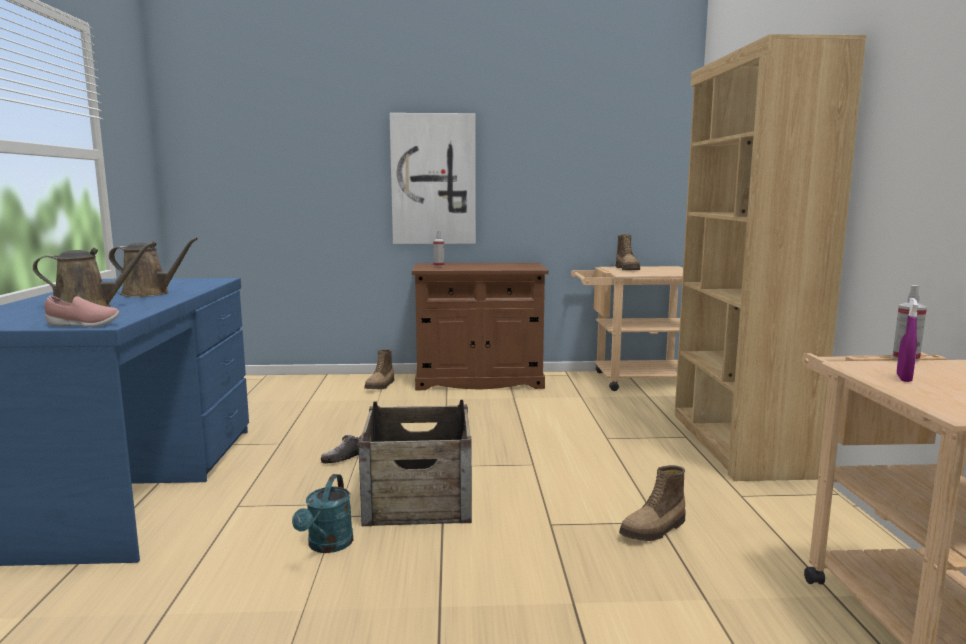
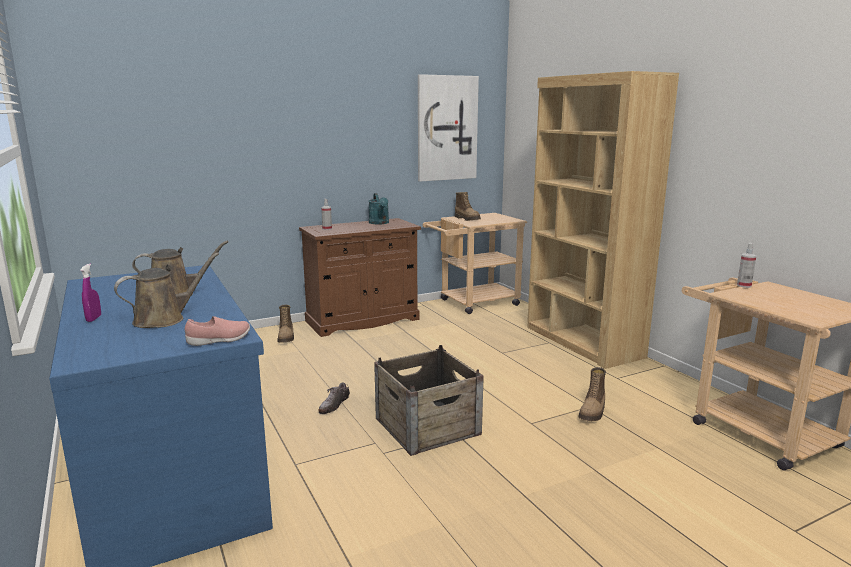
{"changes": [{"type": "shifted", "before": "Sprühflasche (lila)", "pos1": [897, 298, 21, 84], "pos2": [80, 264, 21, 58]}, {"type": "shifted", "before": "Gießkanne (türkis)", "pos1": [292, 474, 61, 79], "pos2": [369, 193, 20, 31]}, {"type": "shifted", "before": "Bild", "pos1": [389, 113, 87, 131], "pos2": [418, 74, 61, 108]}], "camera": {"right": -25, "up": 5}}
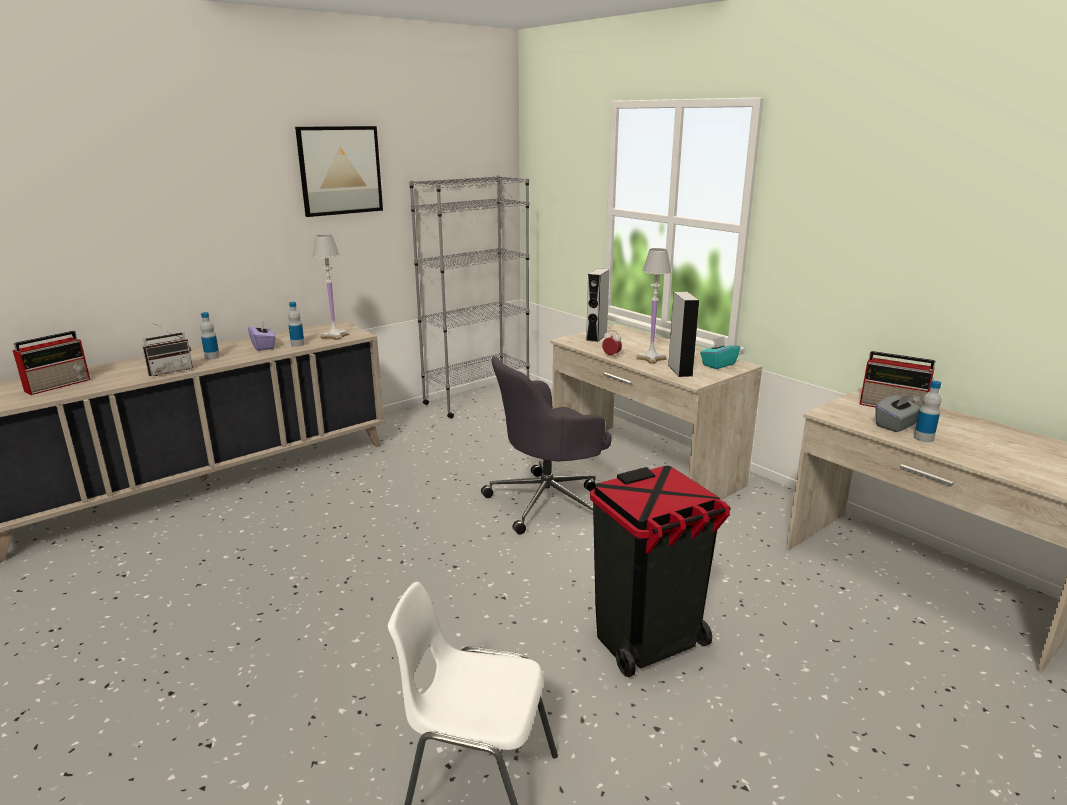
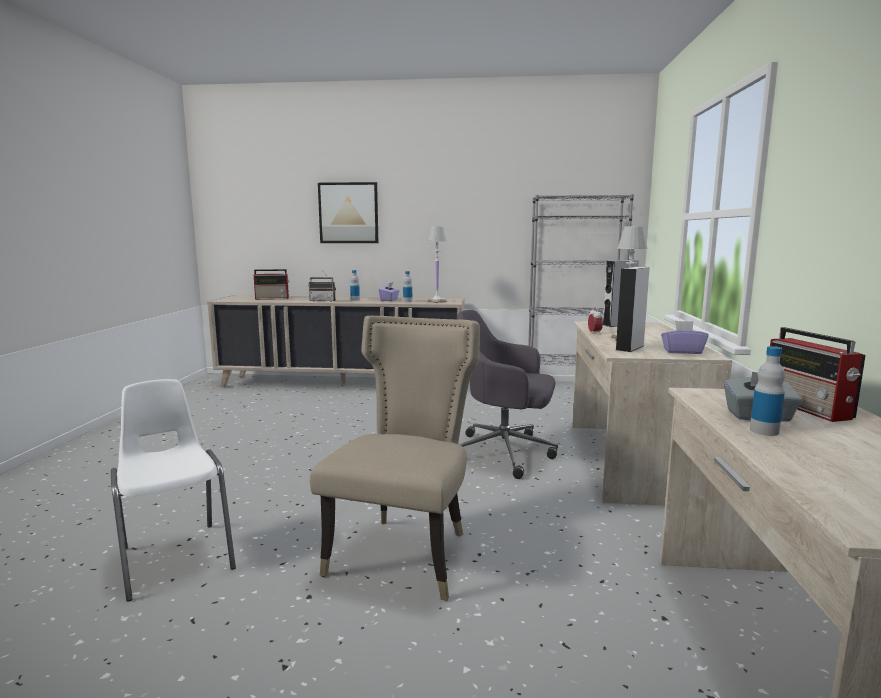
{"changes": [{"type": "swapped", "before": "Mülleimer (schwarz)", "after": "Stuhl (beige)", "pos1": [590, 466, 141, 211], "pos2": [310, 316, 170, 285]}, {"type": "shifted", "before": "Bild", "pos1": [295, 126, 88, 91], "pos2": [318, 182, 60, 61]}, {"type": "repainted", "before": "Taschentuchbox (türkis)", "after": "Taschentuchbox (lila)", "pos1": [700, 336, 40, 33], "pos2": [661, 321, 48, 33]}], "camera": {"right": 45, "up": -10}}
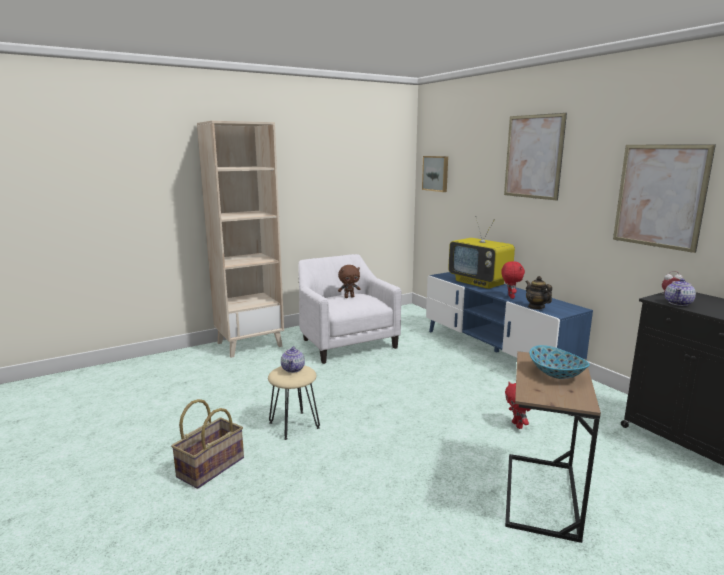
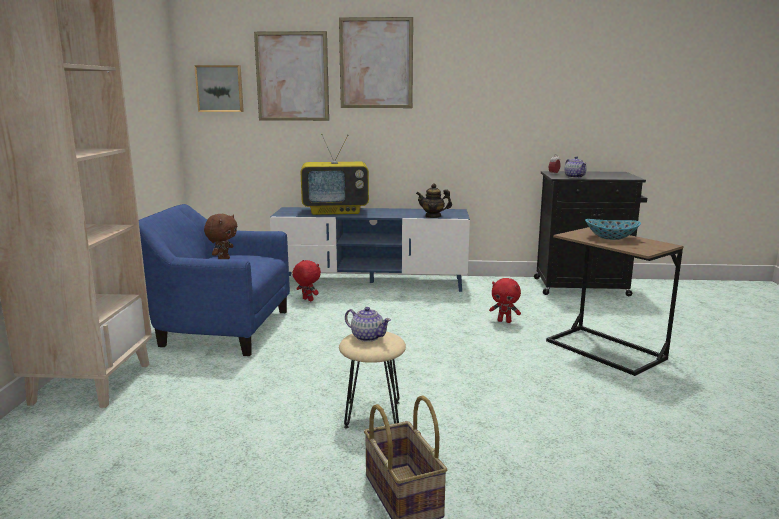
{"changes": [{"type": "repainted", "before": "Sessel (weiß)", "after": "Sessel (blau)", "pos1": [298, 254, 104, 110], "pos2": [139, 204, 151, 152]}, {"type": "shifted", "before": "Bild", "pos1": [613, 144, 103, 109], "pos2": [254, 31, 75, 90]}, {"type": "shifted", "before": "Plüschtier (rot)", "pos1": [501, 261, 24, 38], "pos2": [292, 260, 29, 41]}], "camera": {"right": -55, "up": 0}}
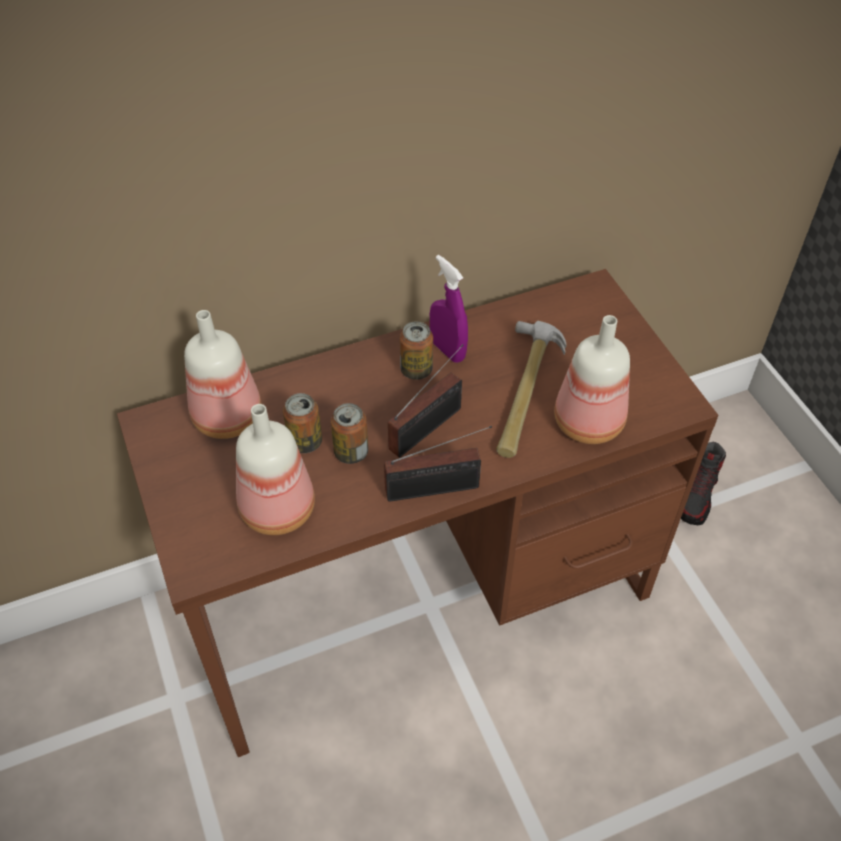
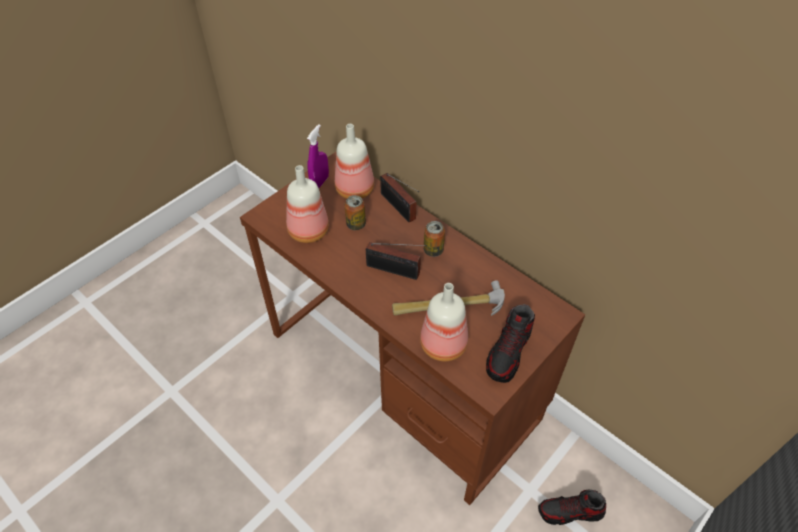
{"changes": [{"type": "shifted", "before": "Sprühflasche (lila)", "pos1": [430, 255, 38, 108], "pos2": [307, 124, 22, 64]}, {"type": "shifted", "before": "Radio", "pos1": [384, 426, 108, 76], "pos2": [380, 173, 39, 50]}, {"type": "new", "after": "Schuh", "pos2": [486, 304, 49, 79]}, {"type": "gone", "before": "Dose", "pos1": [331, 403, 37, 61]}], "camera": {"right": 65, "up": 0}}
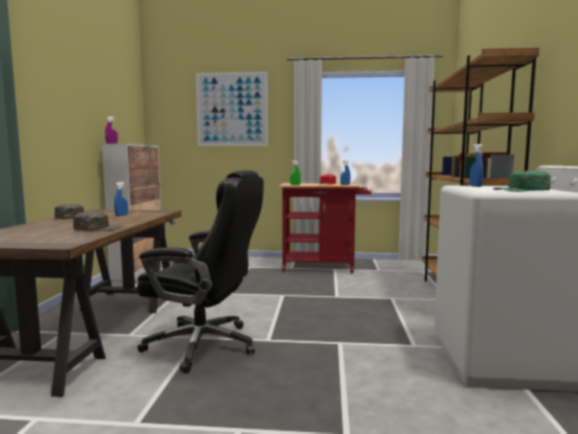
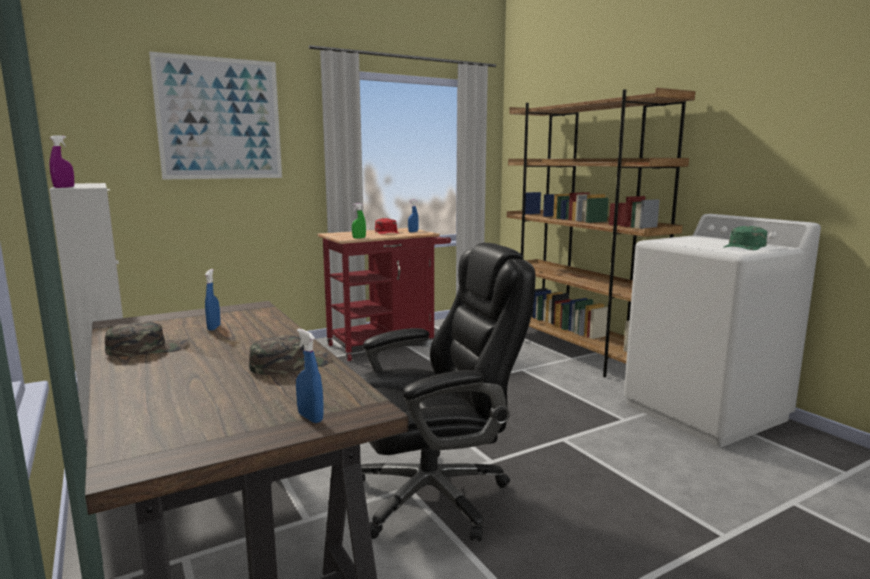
{"changes": [{"type": "shifted", "before": "Sprühflasche (blau)", "pos1": [469, 144, 14, 43], "pos2": [296, 329, 28, 94]}], "camera": {"right": -35, "up": 5}}
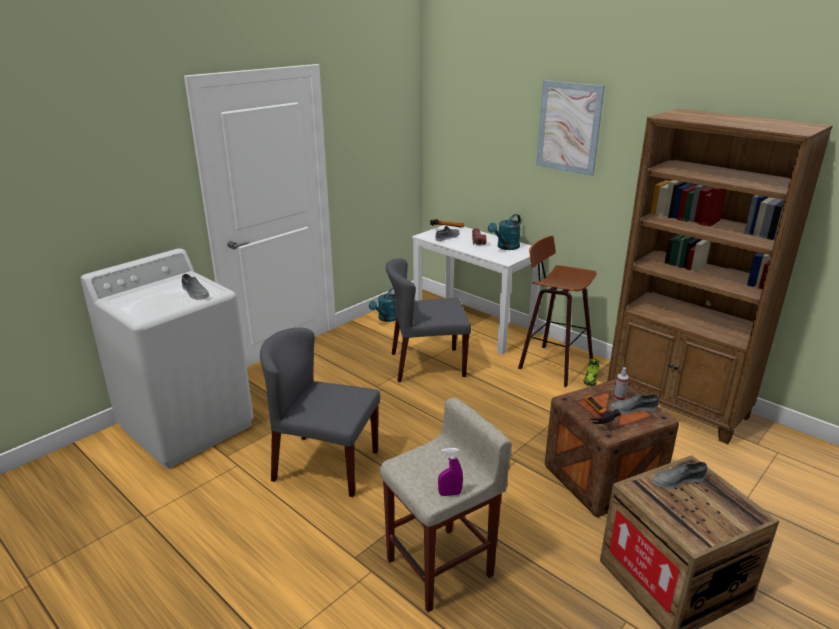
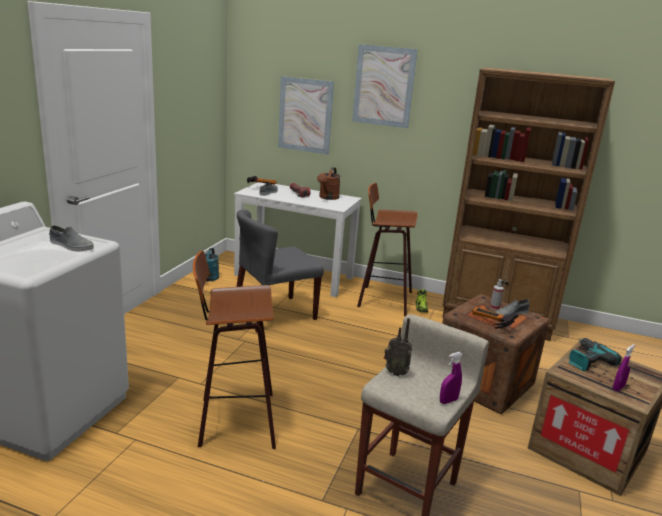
{"changes": [{"type": "swapped", "before": "Stuhl (grau)", "after": "Hocker", "pos1": [260, 328, 120, 169], "pos2": [193, 251, 83, 198]}, {"type": "new", "after": "Bild", "pos2": [278, 76, 56, 78]}, {"type": "repainted", "before": "Gießkanne (türkis)", "after": "Gießkanne (braun)", "pos1": [488, 214, 33, 36], "pos2": [317, 167, 24, 33]}, {"type": "new", "after": "Radio", "pos2": [384, 318, 28, 58]}, {"type": "swapped", "before": "Schuh (grau)", "after": "Bohrmaschine", "pos1": [653, 462, 54, 27], "pos2": [569, 338, 52, 33]}, {"type": "new", "after": "Sprühflasche (lila)", "pos2": [613, 344, 22, 47]}], "camera": {"right": -25, "up": -5}}
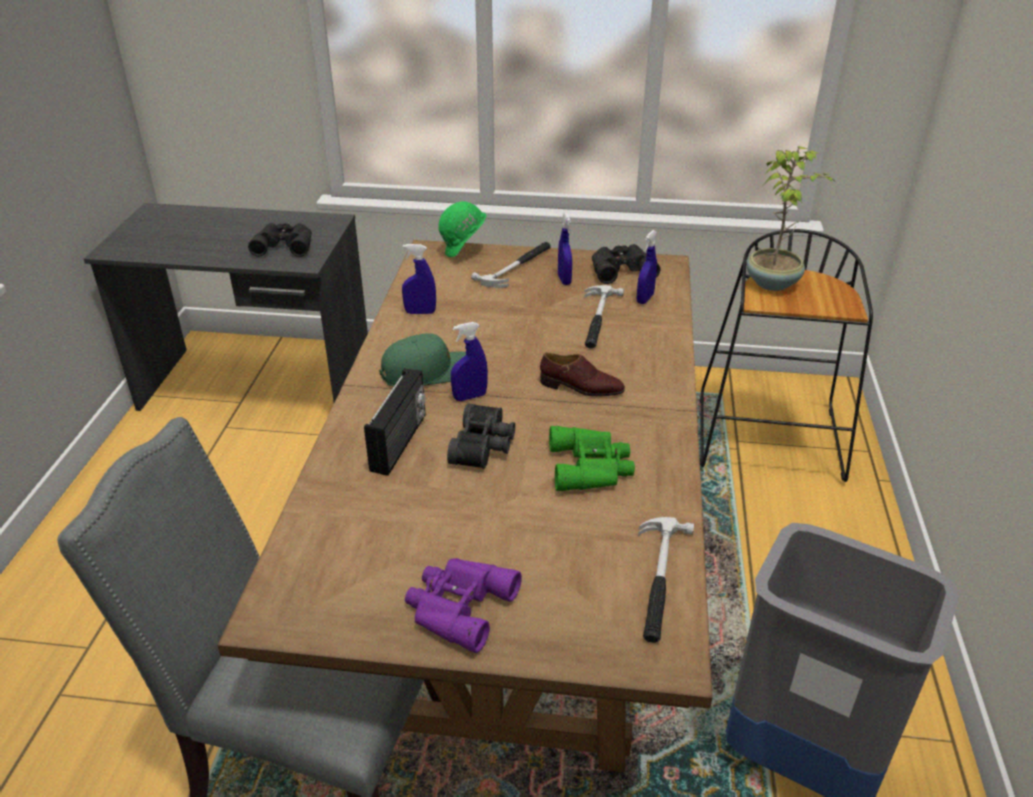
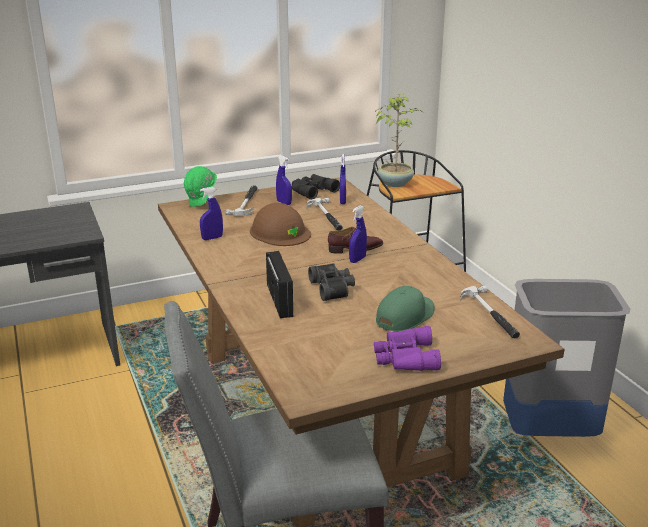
{"changes": [{"type": "new", "after": "Schutzhelm (braun)", "pos2": [250, 203, 61, 43]}, {"type": "shifted", "before": "Sprühflasche (blau)", "pos1": [451, 322, 37, 79], "pos2": [349, 205, 18, 58]}, {"type": "shifted", "before": "Kappe (grün)", "pos1": [379, 333, 87, 54], "pos2": [376, 286, 59, 46]}, {"type": "gone", "before": "Fernglas (schwarz)", "pos1": [248, 223, 64, 34]}, {"type": "gone", "before": "Fernglas (grün)", "pos1": [549, 426, 86, 65]}], "camera": {"right": -30, "up": -10}}
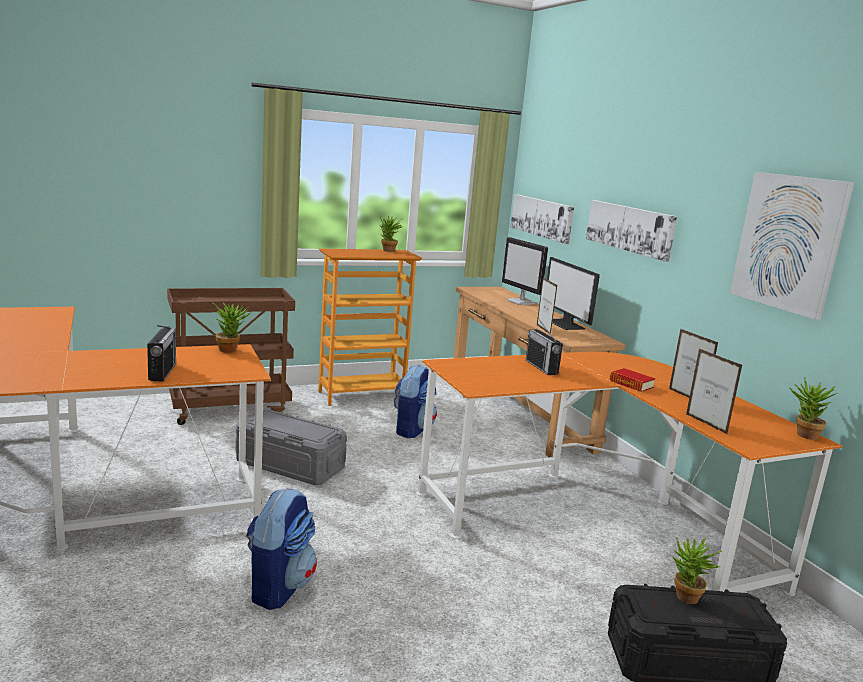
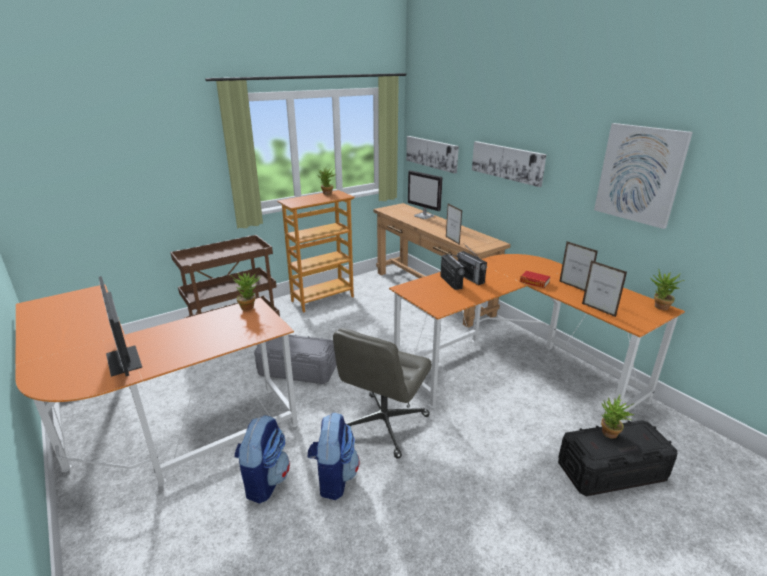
{"changes": [{"type": "shifted", "before": "Monitor", "pos1": [547, 257, 53, 73], "pos2": [99, 276, 43, 101]}, {"type": "shifted", "before": "Rucksack", "pos1": [394, 364, 43, 74], "pos2": [234, 415, 56, 89]}, {"type": "new", "after": "Bürostuhl (grau)", "pos2": [333, 328, 99, 131]}, {"type": "shifted", "before": "Radio", "pos1": [147, 325, 29, 57], "pos2": [440, 254, 25, 36]}], "camera": {"right": -10, "up": 10}}
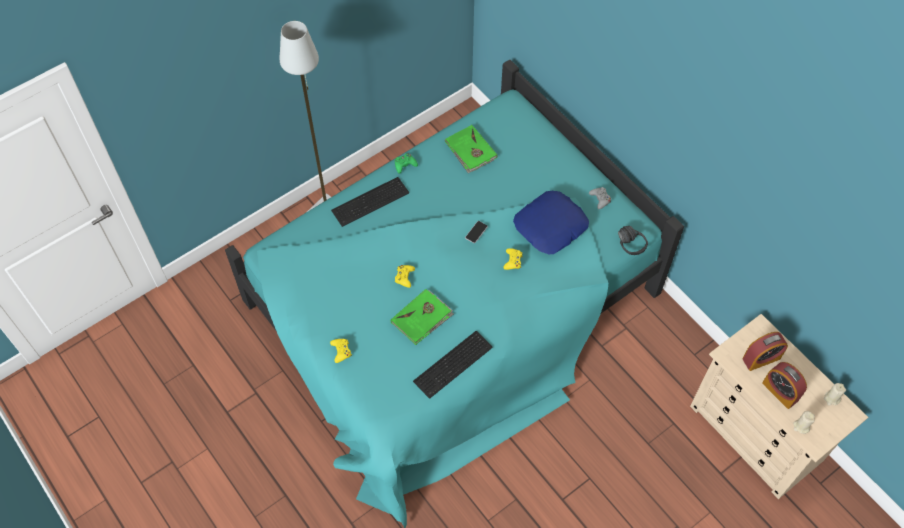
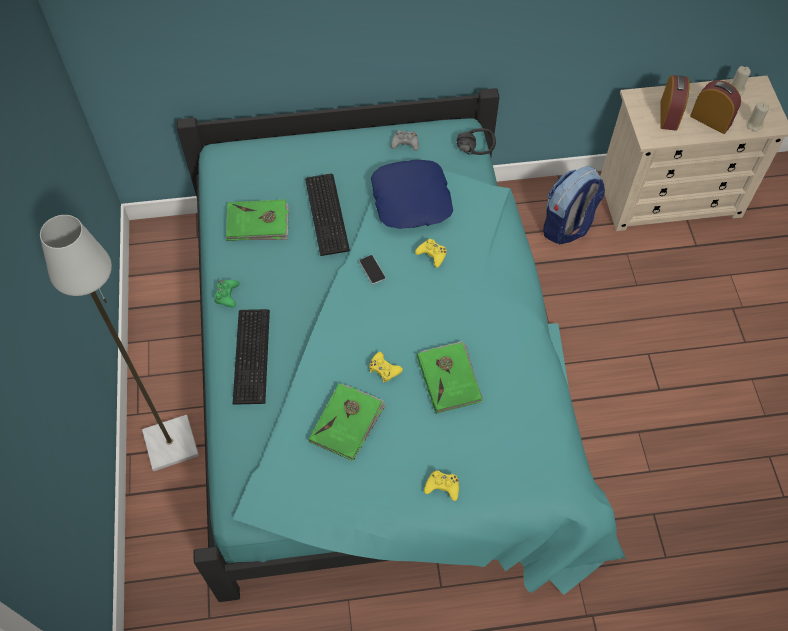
{"changes": [{"type": "shifted", "before": "Tastatur", "pos1": [413, 331, 80, 68], "pos2": [305, 174, 45, 82]}, {"type": "new", "after": "Buch (grün)", "pos2": [308, 384, 78, 77]}, {"type": "new", "after": "Rucksack", "pos2": [543, 166, 62, 78]}, {"type": "rotated", "before": "Wecker", "pos1": [762, 362, 45, 47], "pos2": [690, 80, 51, 54], "turn": -135}], "camera": {"right": -60, "up": 0}}
